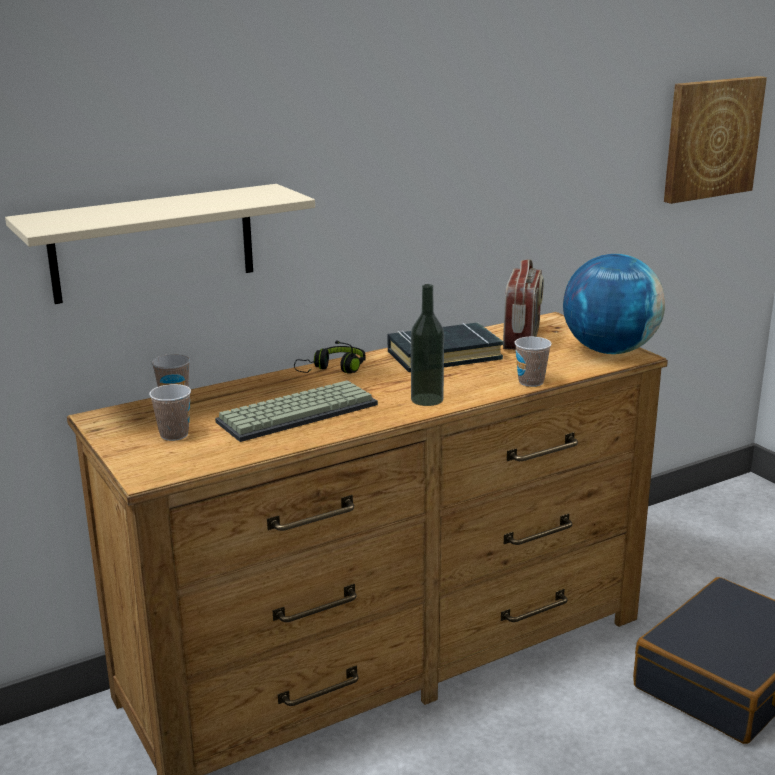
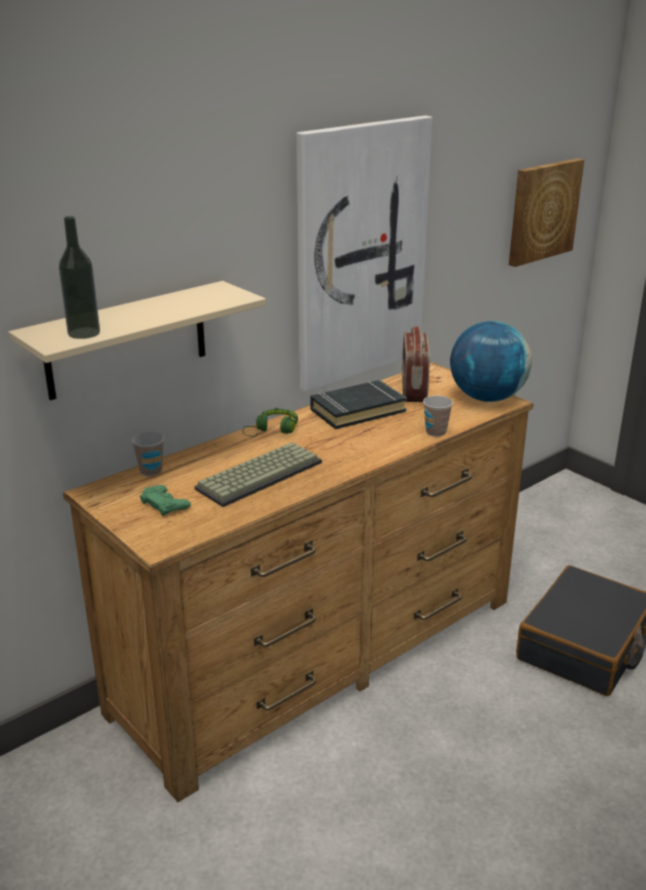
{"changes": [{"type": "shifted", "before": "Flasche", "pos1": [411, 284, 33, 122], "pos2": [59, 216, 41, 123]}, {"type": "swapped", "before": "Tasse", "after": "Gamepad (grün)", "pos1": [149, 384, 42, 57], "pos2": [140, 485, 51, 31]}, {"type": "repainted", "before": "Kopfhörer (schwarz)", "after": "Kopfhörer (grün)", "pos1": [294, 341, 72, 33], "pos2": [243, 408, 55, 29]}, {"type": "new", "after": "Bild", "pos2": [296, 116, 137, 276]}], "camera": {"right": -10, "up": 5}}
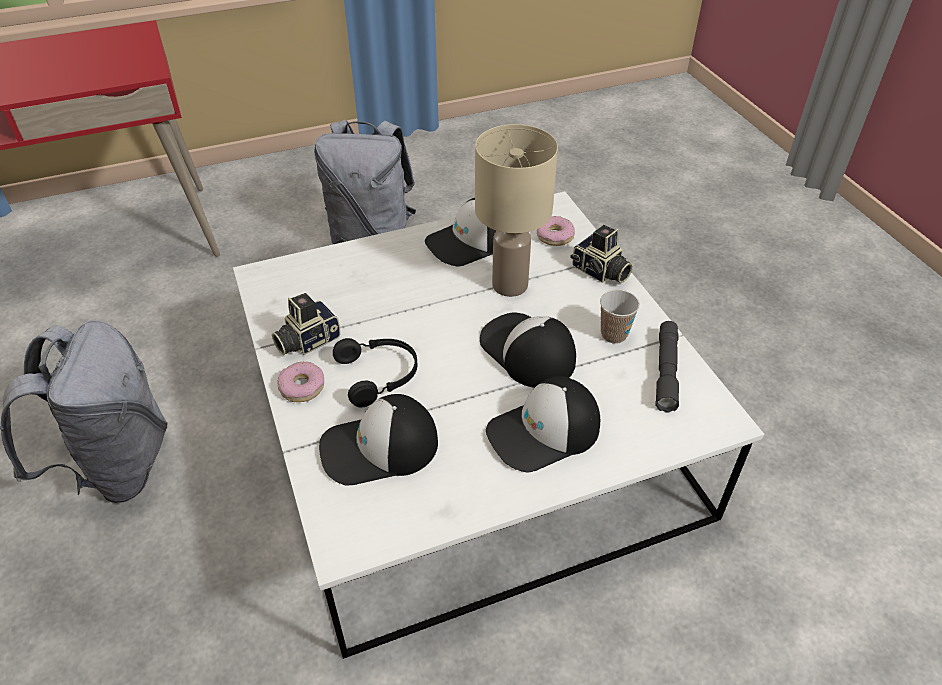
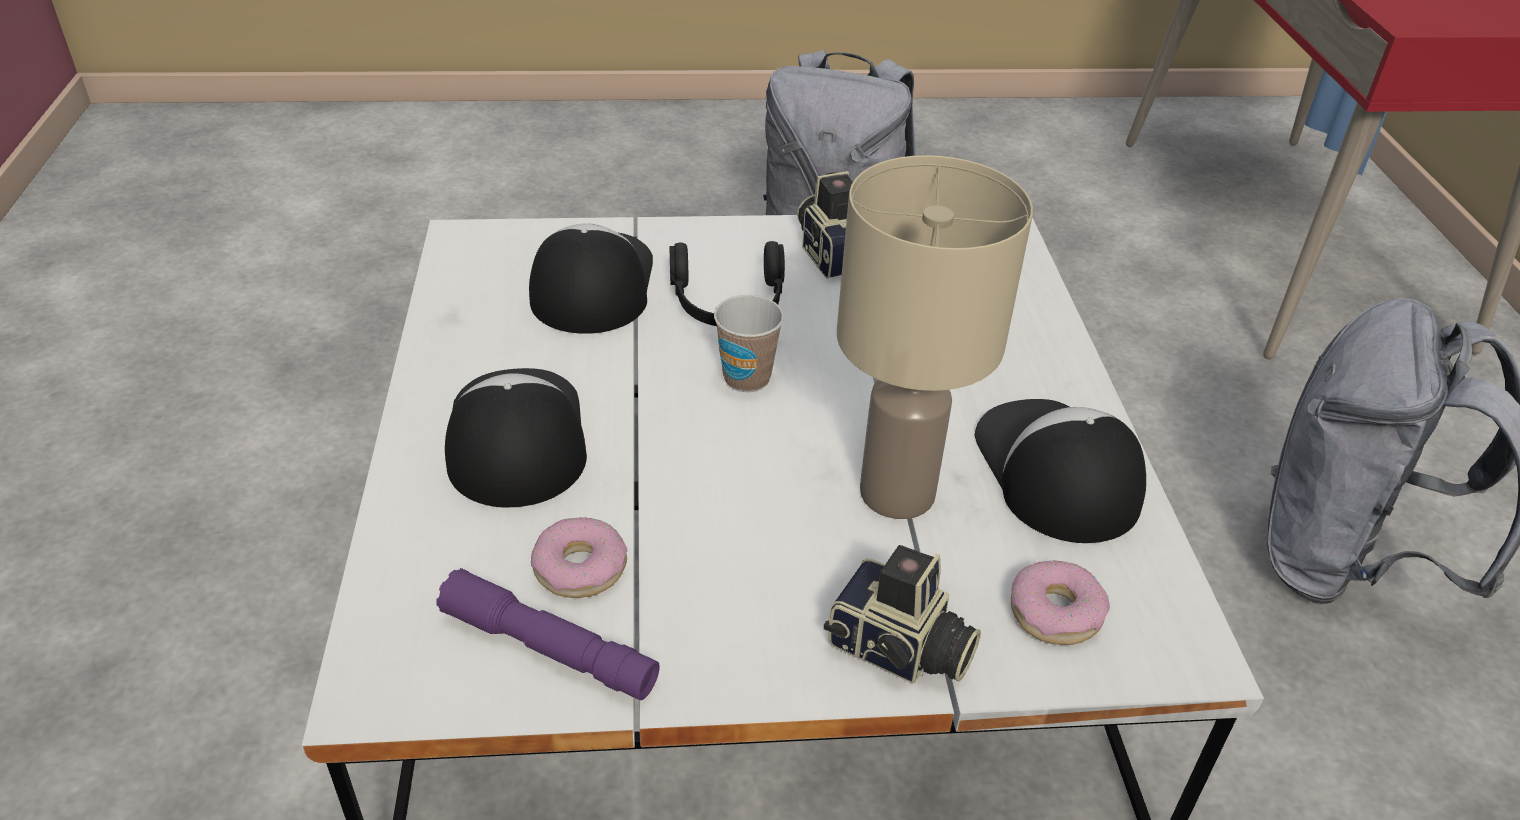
{"changes": [{"type": "repainted", "before": "Taschenlampe (grau)", "after": "Taschenlampe (lila)", "pos1": [655, 321, 24, 91], "pos2": [436, 568, 224, 132]}, {"type": "shifted", "before": "Donut", "pos1": [277, 361, 47, 41], "pos2": [531, 517, 96, 81]}, {"type": "shifted", "before": "Tasse", "pos1": [600, 290, 40, 54], "pos2": [714, 295, 70, 97]}, {"type": "rotated", "before": "Kamera", "pos1": [570, 225, 63, 58], "pos2": [824, 545, 157, 139], "turn": -120}, {"type": "gone", "before": "Kappe", "pos1": [480, 312, 96, 76]}], "camera": {"right": 105, "up": -5}}
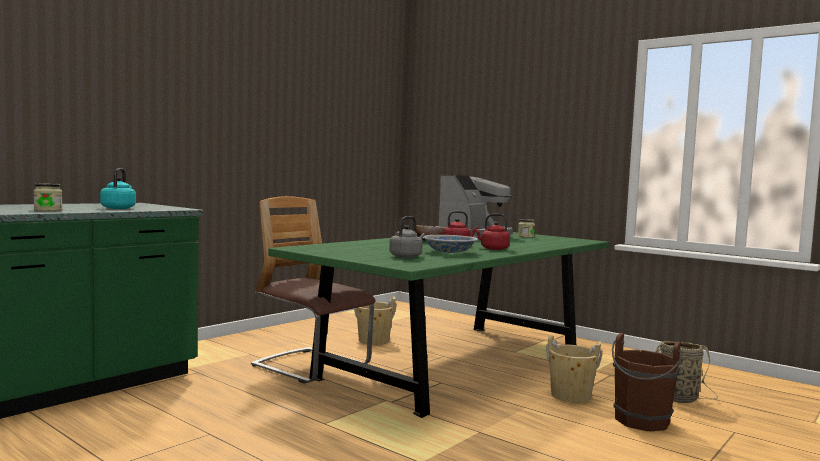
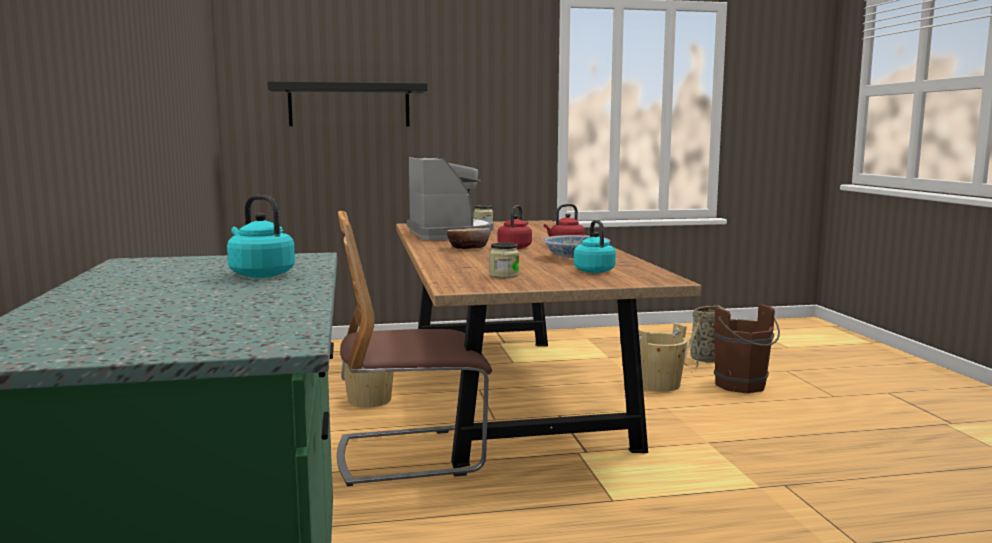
{"changes": [{"type": "new", "after": "Wandregal (schwarz)", "pos2": [267, 81, 161, 45]}, {"type": "repainted", "before": "Esstisch (grün)", "after": "Esstisch (braun)", "pos1": [268, 232, 341, 186], "pos2": [396, 220, 305, 248]}, {"type": "shifted", "before": "Vorratsglas", "pos1": [34, 183, 28, 28], "pos2": [489, 242, 30, 36]}, {"type": "repainted", "before": "Wasserkessel (grau)", "after": "Wasserkessel (türkis)", "pos1": [389, 216, 36, 42], "pos2": [574, 220, 42, 53]}], "camera": {"right": -50, "up": 5}}
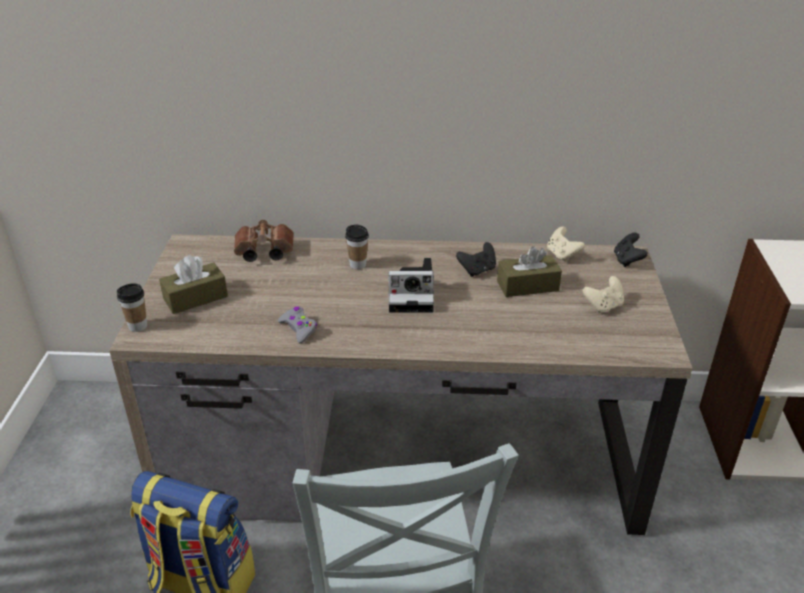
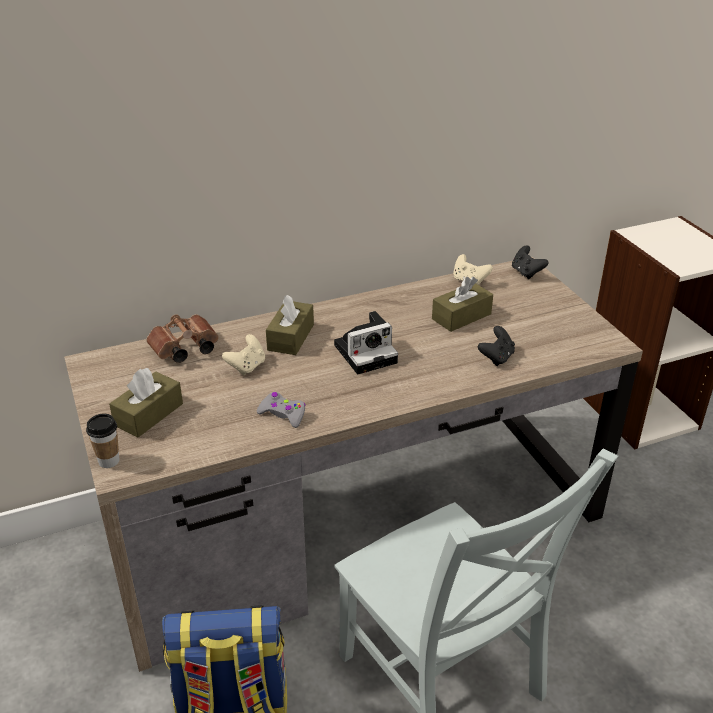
{"changes": [{"type": "shifted", "before": "Gamepad (beige)", "pos1": [583, 276, 41, 38], "pos2": [222, 334, 43, 42]}, {"type": "swapped", "before": "Tasse", "after": "Taschentuchbox (braun)", "pos1": [345, 224, 24, 45], "pos2": [266, 295, 48, 60]}, {"type": "shifted", "before": "Gamepad (schwarz)", "pos1": [456, 242, 40, 35], "pos2": [478, 326, 37, 40]}], "camera": {"right": -25, "up": 0}}
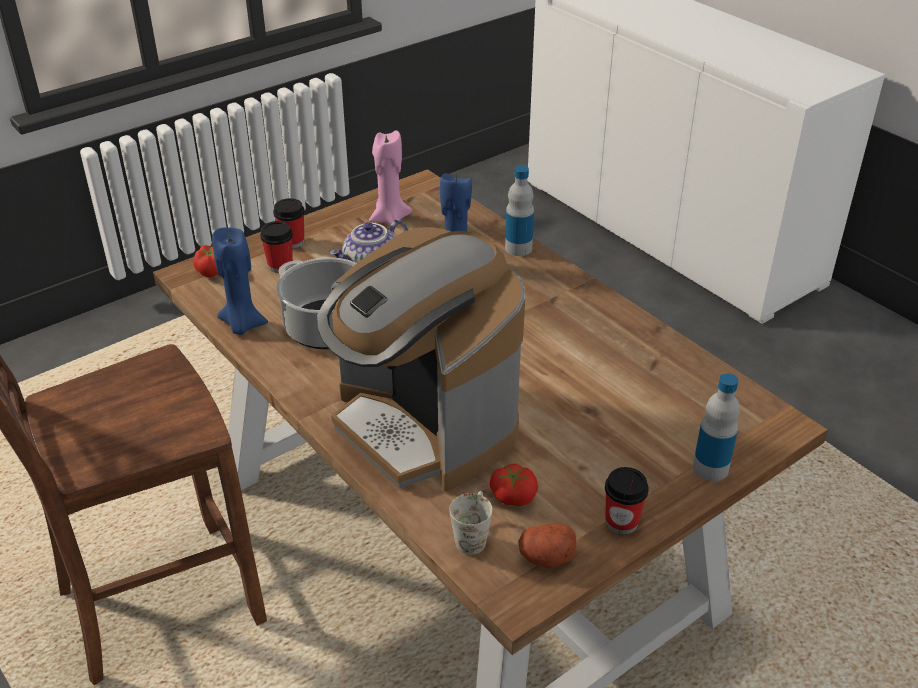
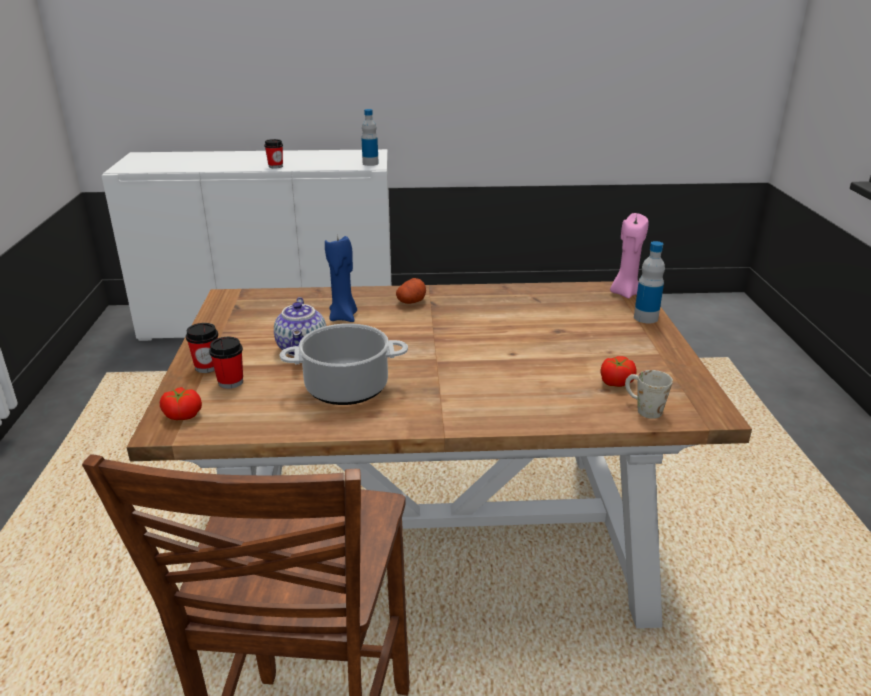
{"changes": [{"type": "shifted", "before": "Tasse", "pos1": [605, 467, 44, 68], "pos2": [264, 139, 19, 30]}, {"type": "shifted", "before": "Flasche", "pos1": [505, 165, 29, 91], "pos2": [361, 109, 18, 57]}, {"type": "shifted", "before": "Kartoffel", "pos1": [518, 524, 58, 44], "pos2": [396, 278, 30, 26]}, {"type": "shifted", "before": "Kerze (rosa)", "pos1": [369, 130, 43, 94], "pos2": [610, 213, 39, 86]}, {"type": "gone", "before": "Kerze (blau)", "pos1": [212, 227, 56, 108]}, {"type": "gone", "before": "Kaffeemaschine", "pos1": [317, 227, 208, 265]}], "camera": {"right": -55, "up": -10}}
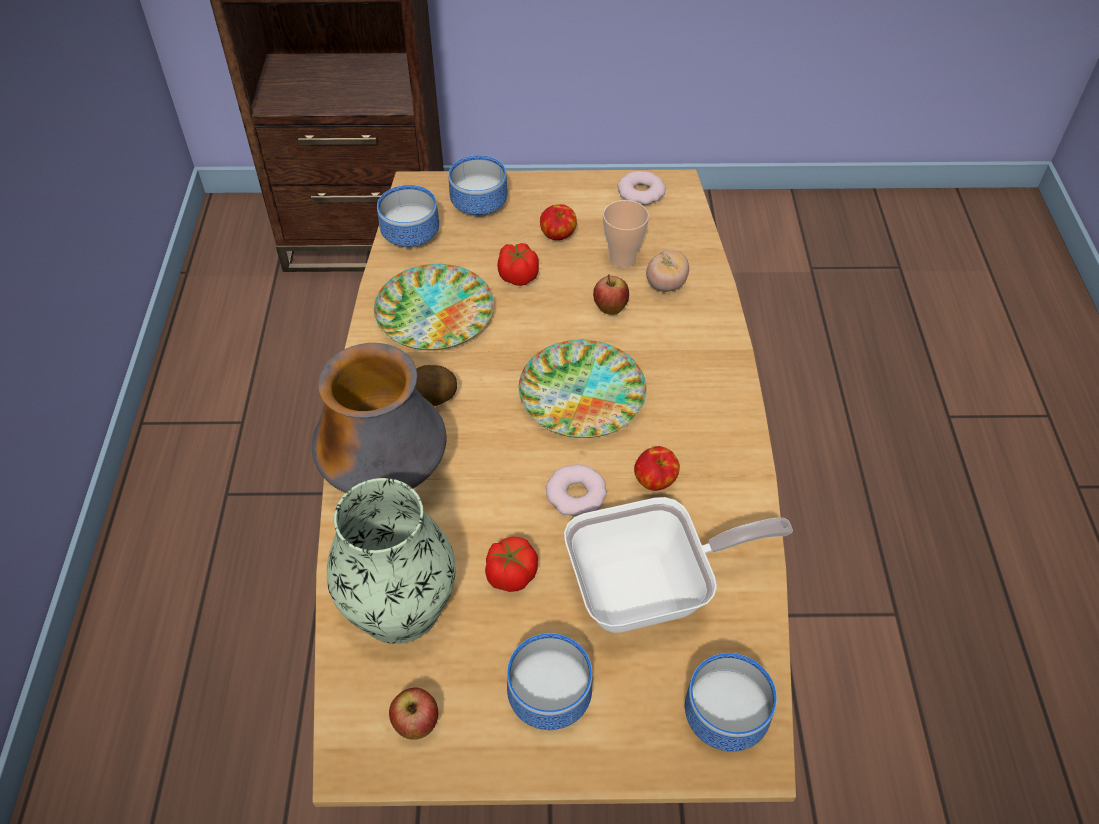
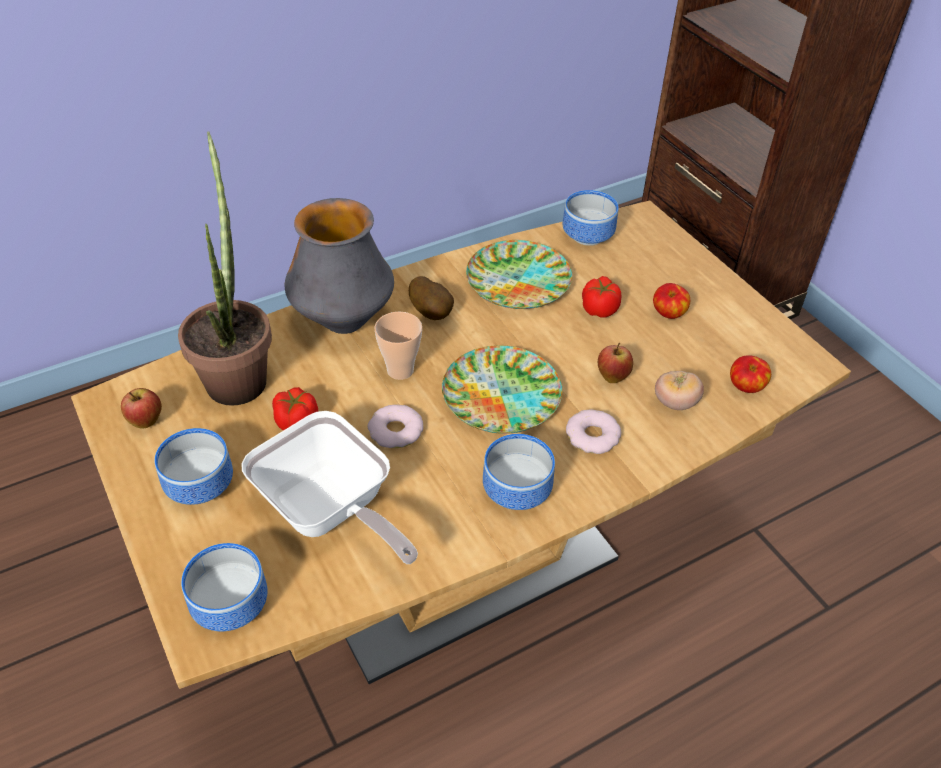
{"changes": [{"type": "swapped", "before": "Vase", "after": "Topfpflanze", "pos1": [327, 478, 129, 166], "pos2": [178, 132, 94, 274]}, {"type": "shifted", "before": "Tasse", "pos1": [603, 200, 46, 68], "pos2": [374, 312, 48, 68]}, {"type": "shifted", "before": "Schüssel", "pos1": [448, 155, 60, 61], "pos2": [483, 434, 72, 76]}, {"type": "shifted", "before": "Donut", "pos1": [618, 171, 47, 34], "pos2": [566, 409, 55, 45]}, {"type": "shifted", "before": "Apfel", "pos1": [634, 446, 46, 45], "pos2": [730, 355, 41, 38]}], "camera": {"right": 60, "up": -5}}
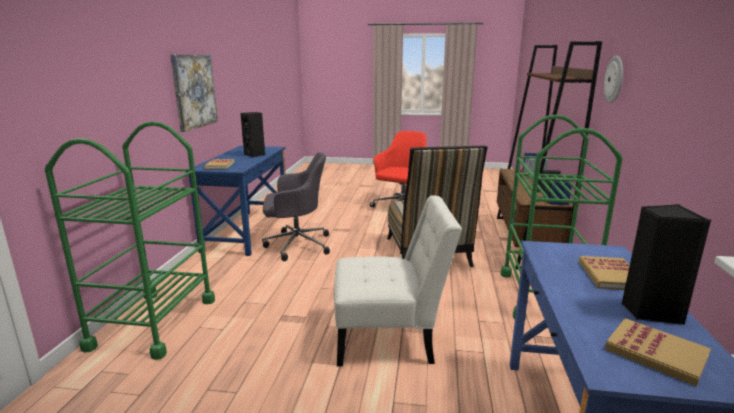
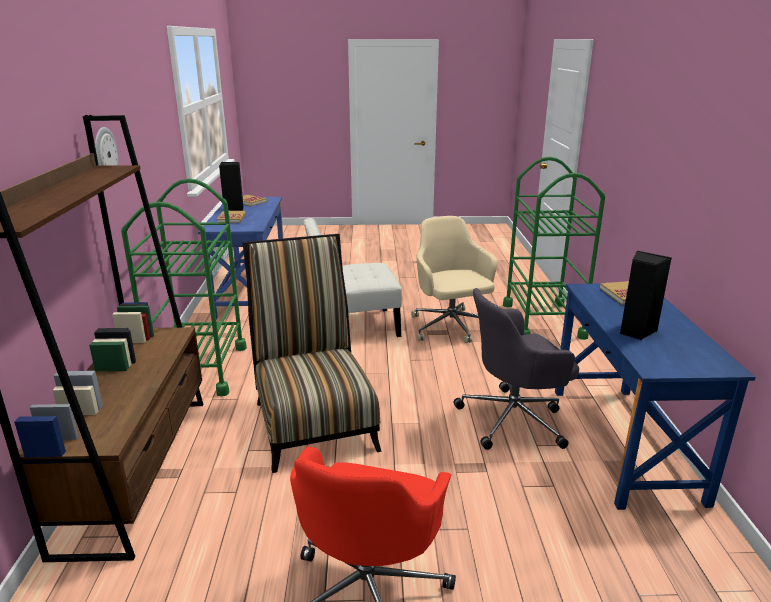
{"changes": [{"type": "new", "after": "Bürostuhl (beige)", "pos2": [411, 216, 86, 127]}, {"type": "gone", "before": "Bild", "pos1": [170, 55, 48, 77]}], "camera": {"right": 170, "up": 5}}
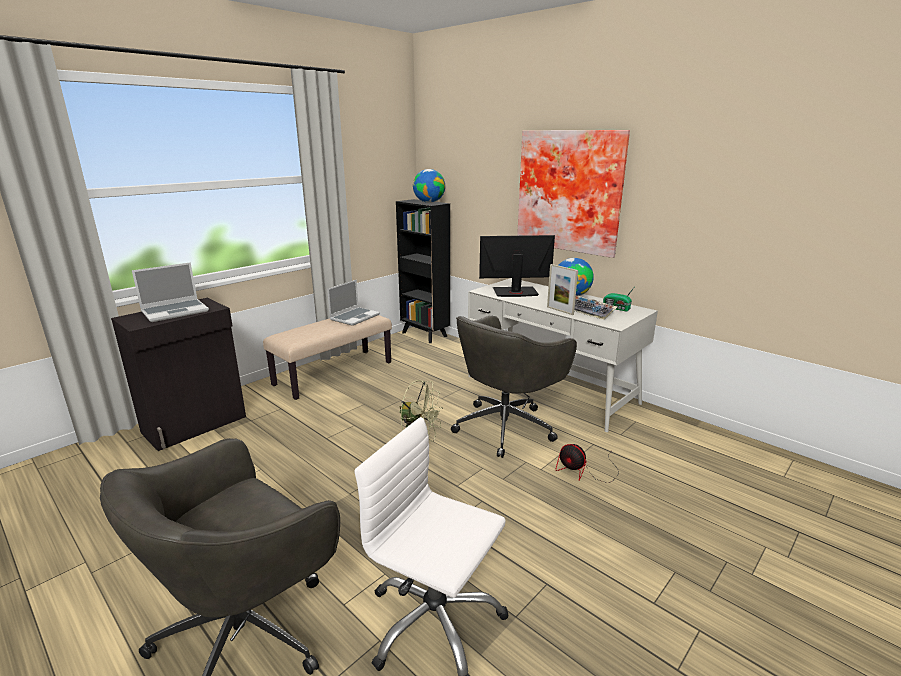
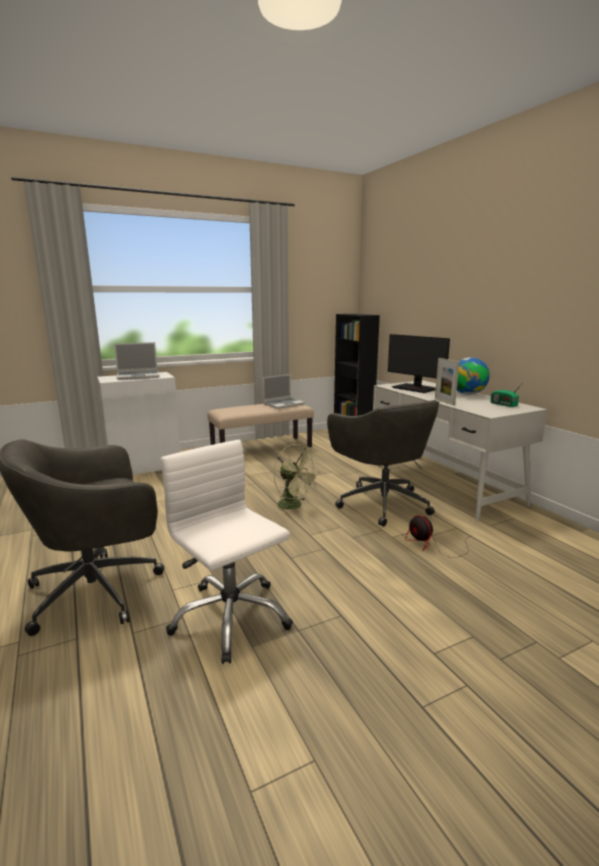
{"changes": [{"type": "repainted", "before": "Schrank (schwarz)", "after": "Schrank (weiß)", "pos1": [111, 298, 135, 153], "pos2": [97, 372, 83, 103]}, {"type": "rotated", "before": "Bürostuhl (grau)", "pos1": [451, 316, 126, 142], "pos2": [327, 400, 113, 127], "turn": -90}, {"type": "rotated", "before": "Monitor", "pos1": [479, 235, 76, 62], "pos2": [388, 334, 62, 59], "turn": -150}, {"type": "gone", "before": "Globus", "pos1": [413, 169, 32, 34]}, {"type": "gone", "before": "Bild", "pos1": [517, 130, 113, 128]}, {"type": "gone", "before": "Tastatur", "pos1": [574, 296, 43, 24]}], "camera": {"right": 20, "up": -5}}
